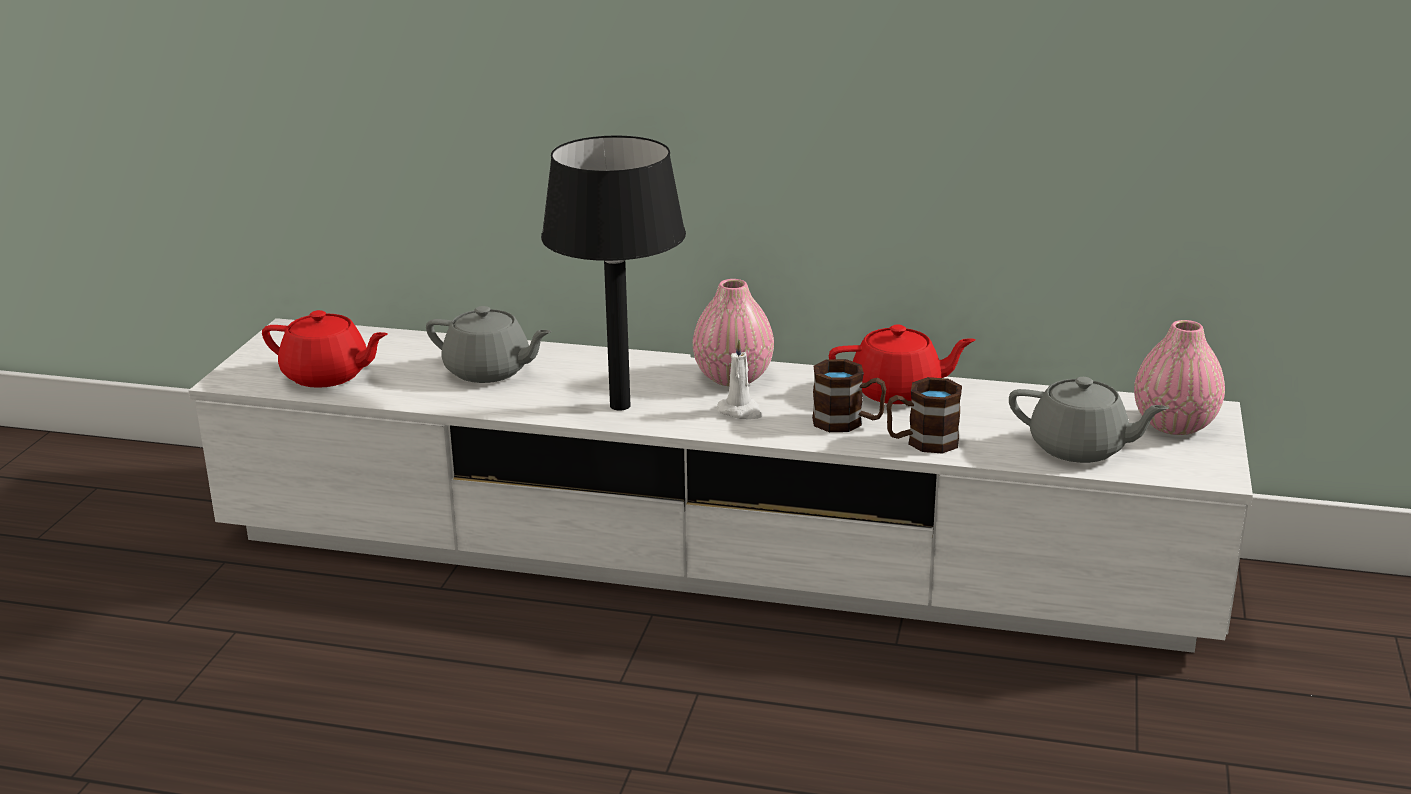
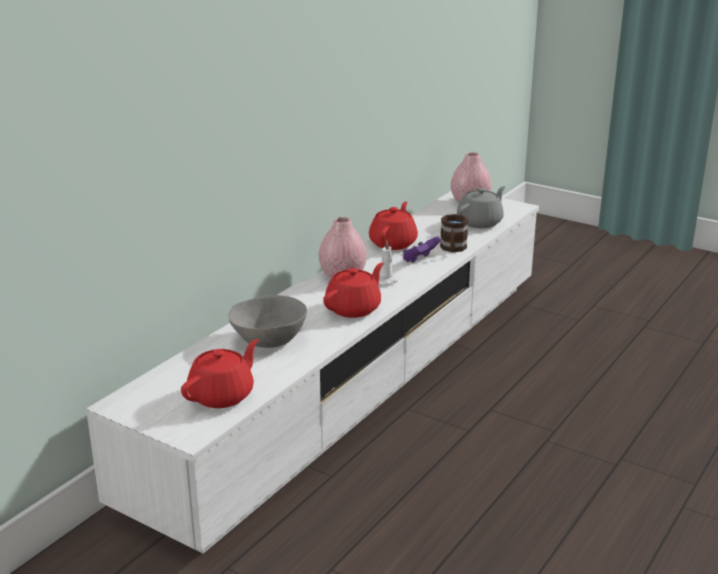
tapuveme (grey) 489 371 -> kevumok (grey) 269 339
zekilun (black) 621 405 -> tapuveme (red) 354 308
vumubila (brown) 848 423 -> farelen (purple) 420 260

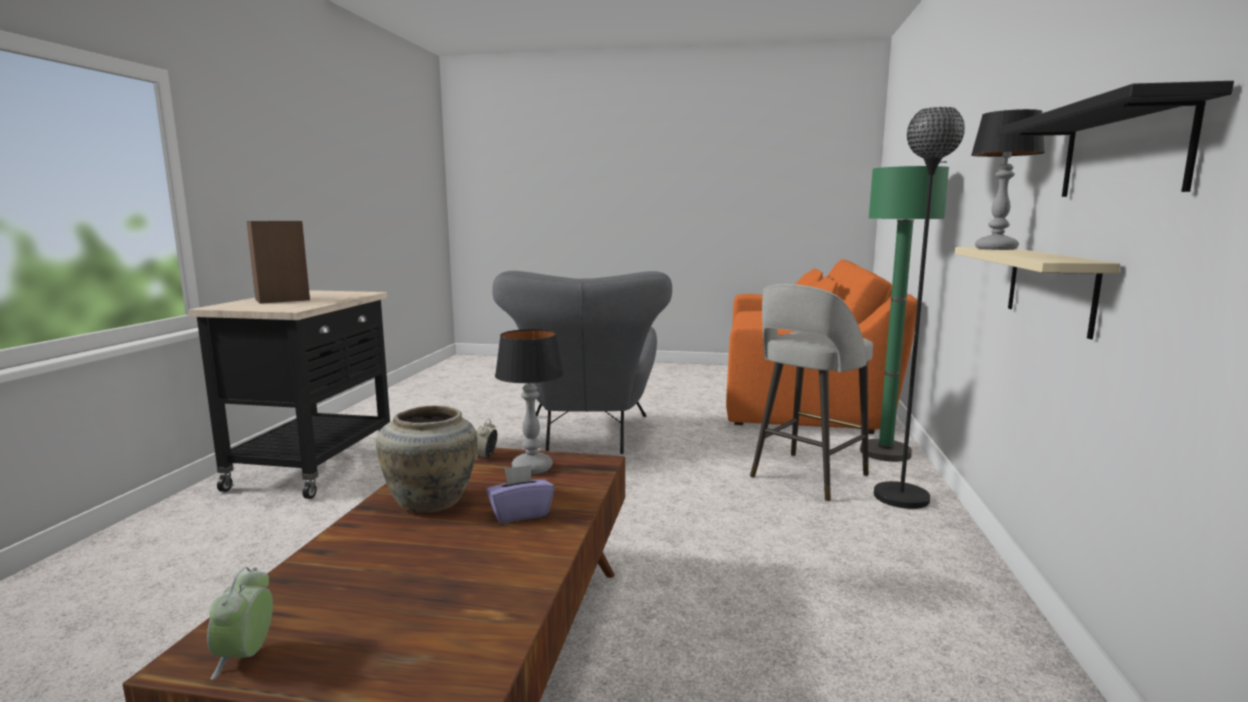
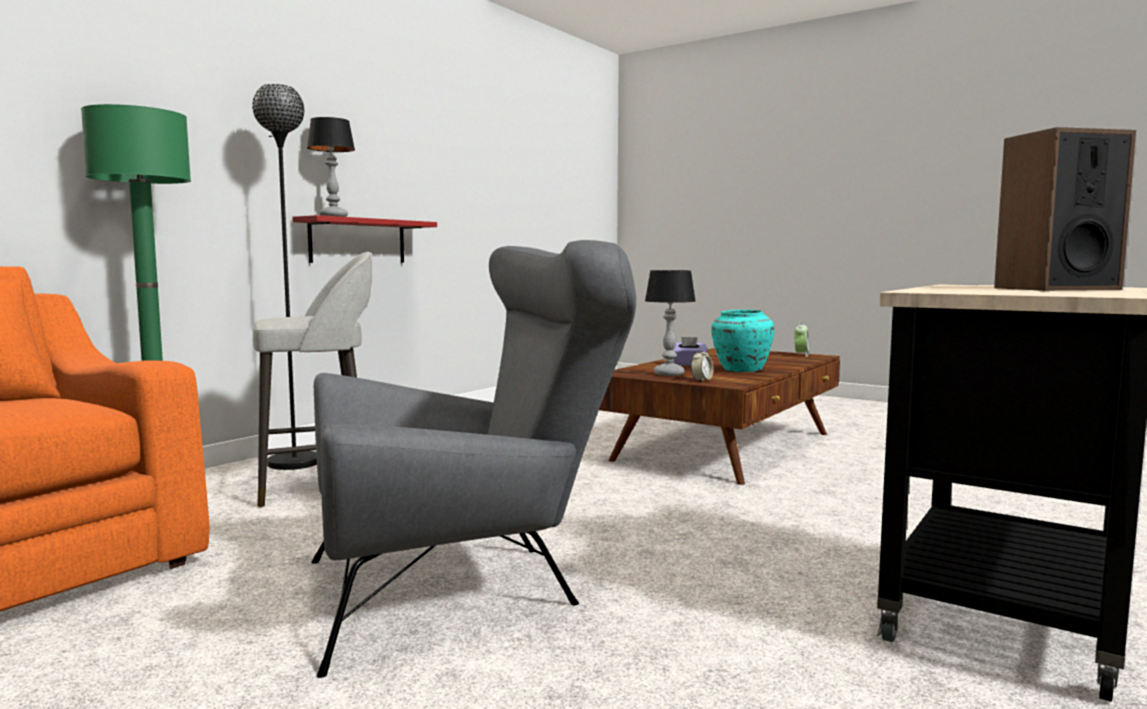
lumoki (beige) 1050 288 -> lumoki (red) 358 241
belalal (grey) 588 438 -> belalal (grey) 469 586, 45 degrees clockwise
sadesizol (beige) 432 502 -> sadesizol (turquoise) 740 370
lumoki (black) 1123 152 -> none

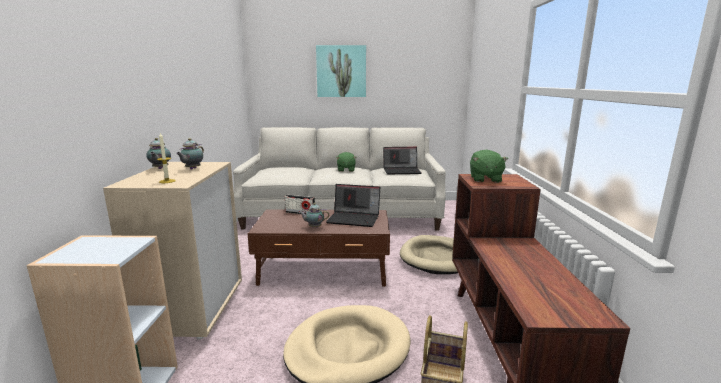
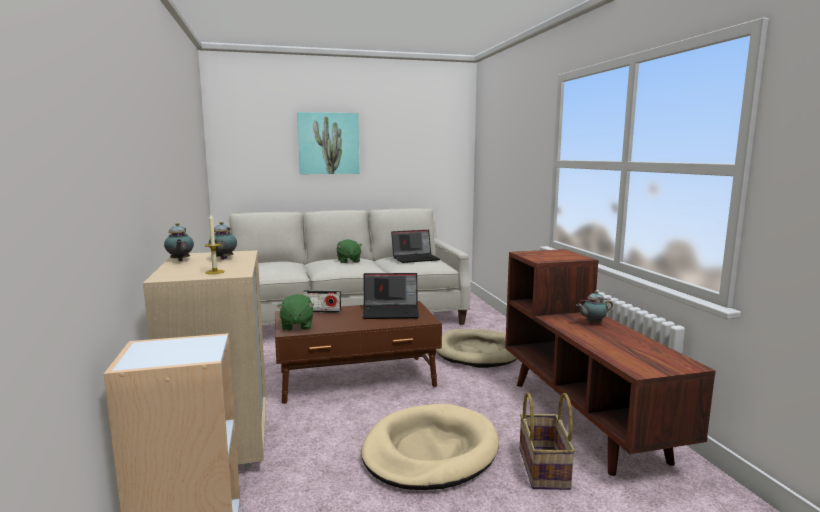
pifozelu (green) 485 179 -> pifozelu (green) 296 326, move
tapuveme 314 227 -> tapuveme 592 323, move

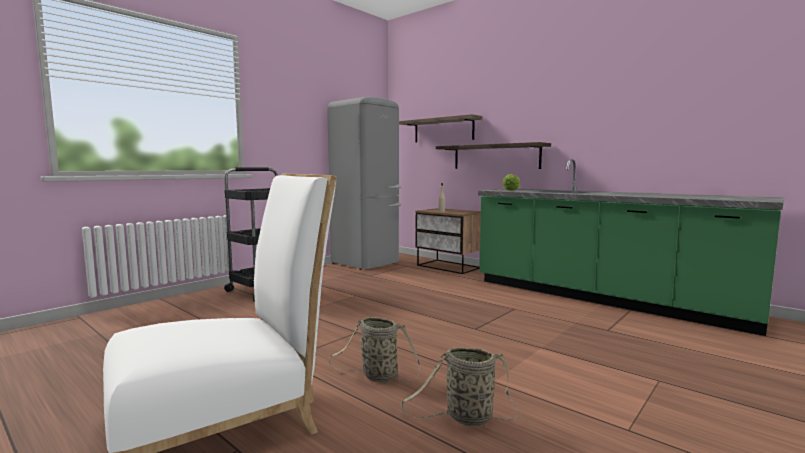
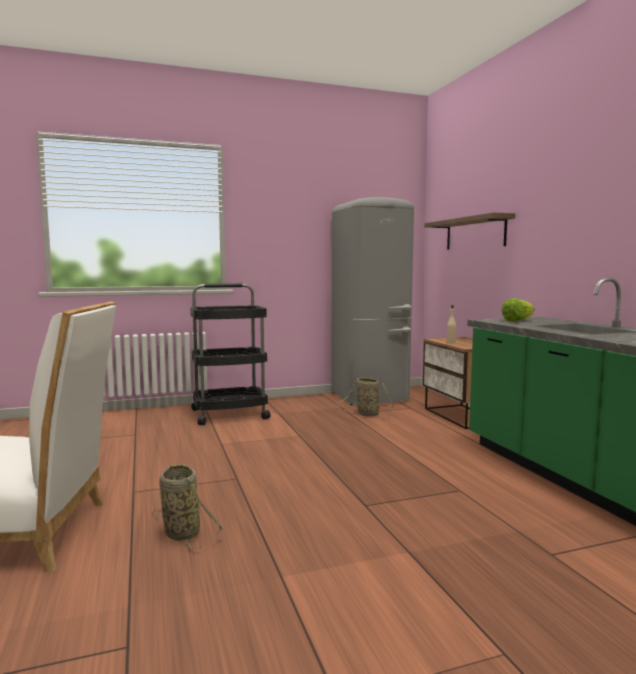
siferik 466 418 -> siferik 366 414, move
lumoki 495 157 -> none

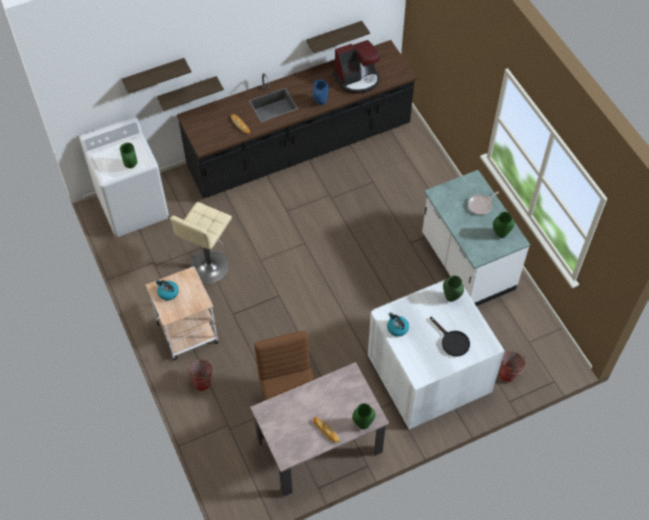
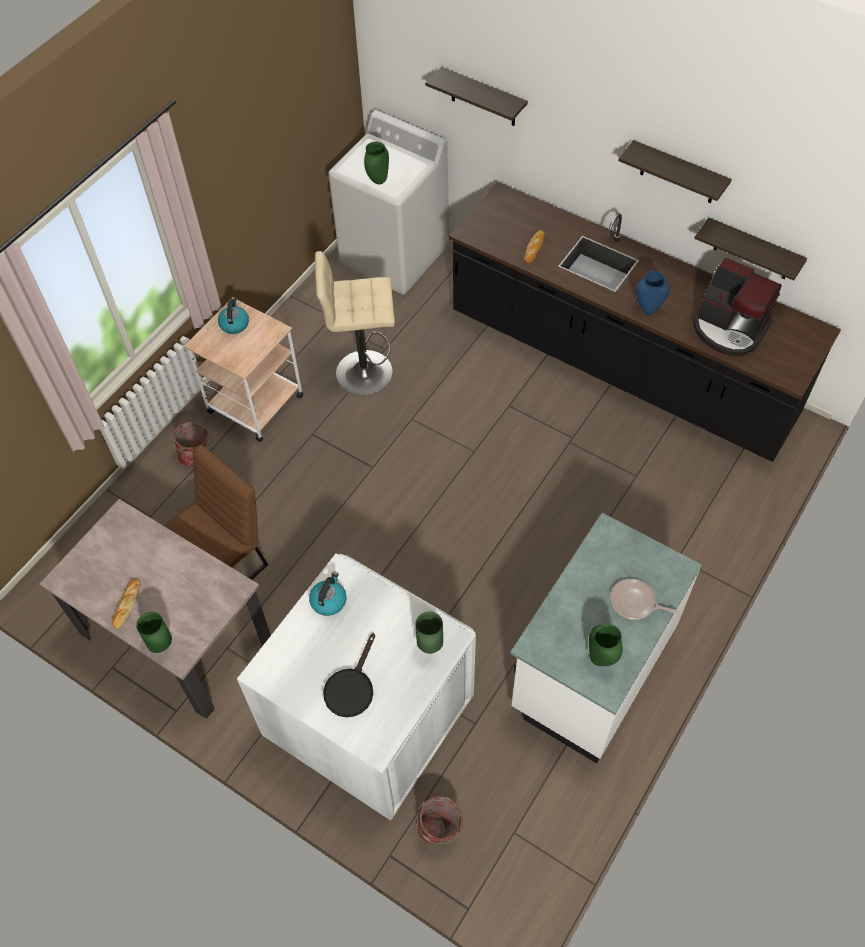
lumoki 188 93 -> lumoki 678 173, move

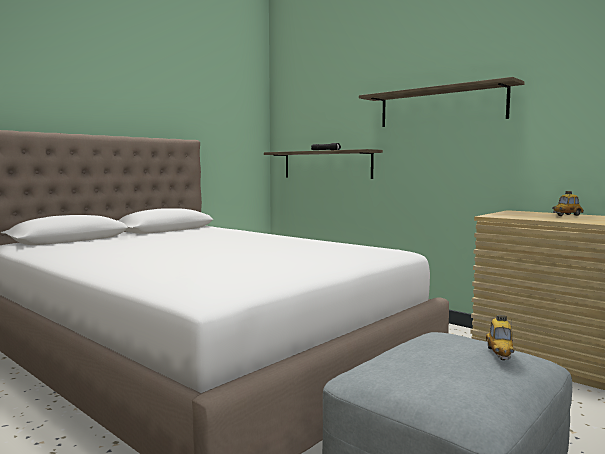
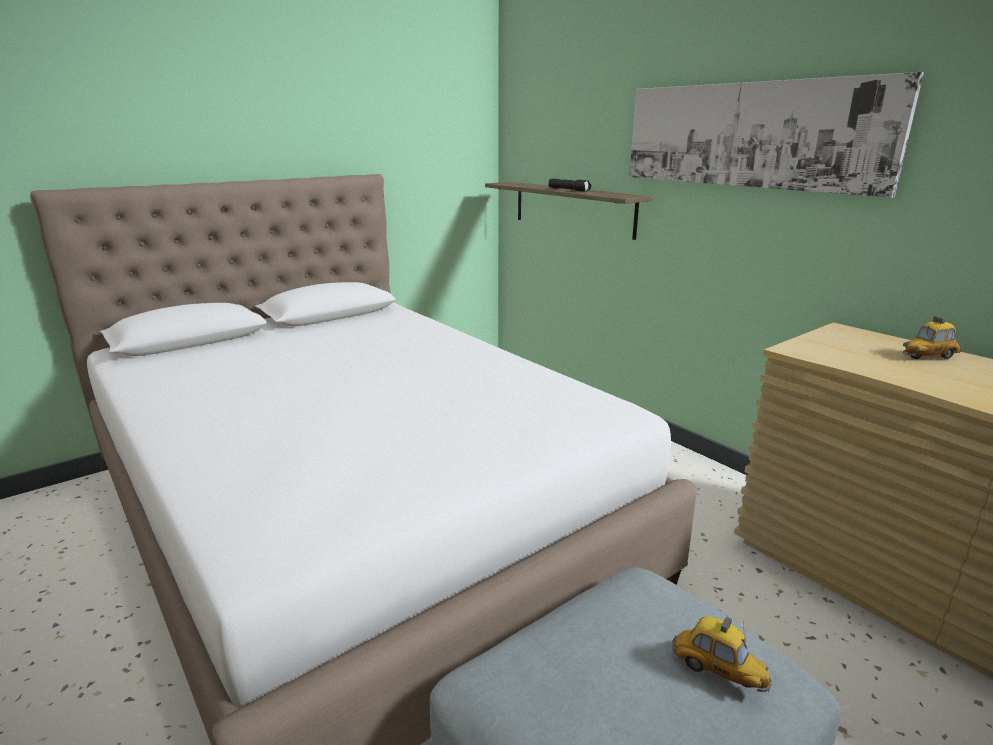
lumoki 440 107 -> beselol 749 135
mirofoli 499 353 -> mirofoli 718 671, 75 degrees counterclockwise

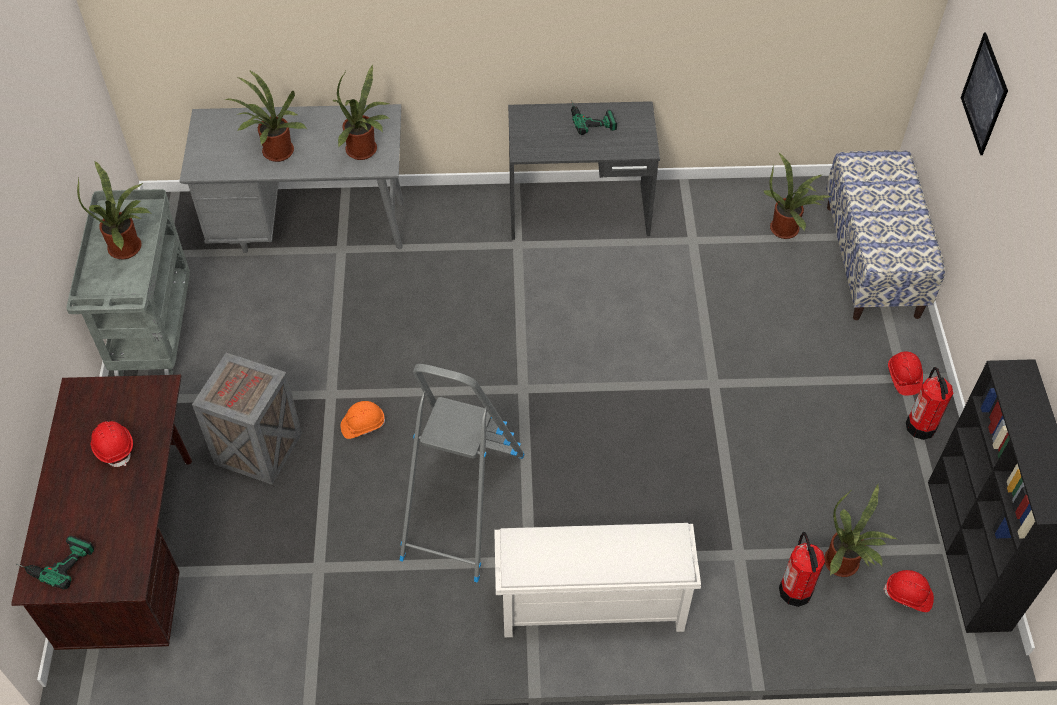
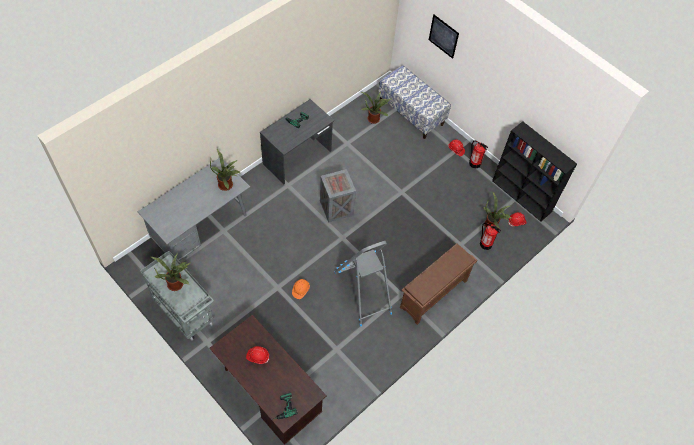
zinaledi 260 448 -> zinaledi 337 207, move
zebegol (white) 590 607 -> zebegol (brown) 433 295
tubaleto 275 154 -> none

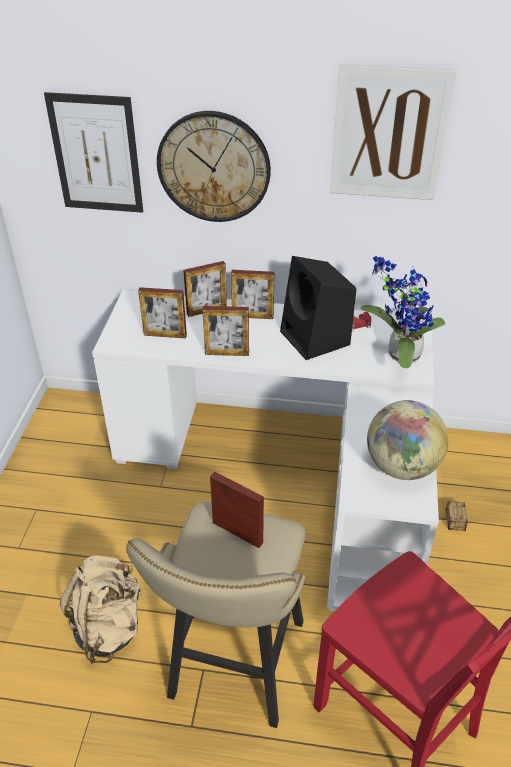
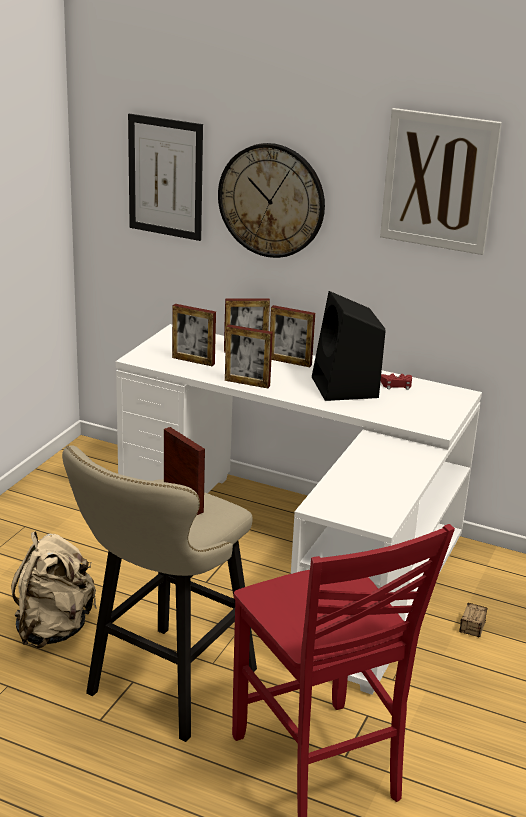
tubaleto 399 354 -> none
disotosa 401 466 -> none

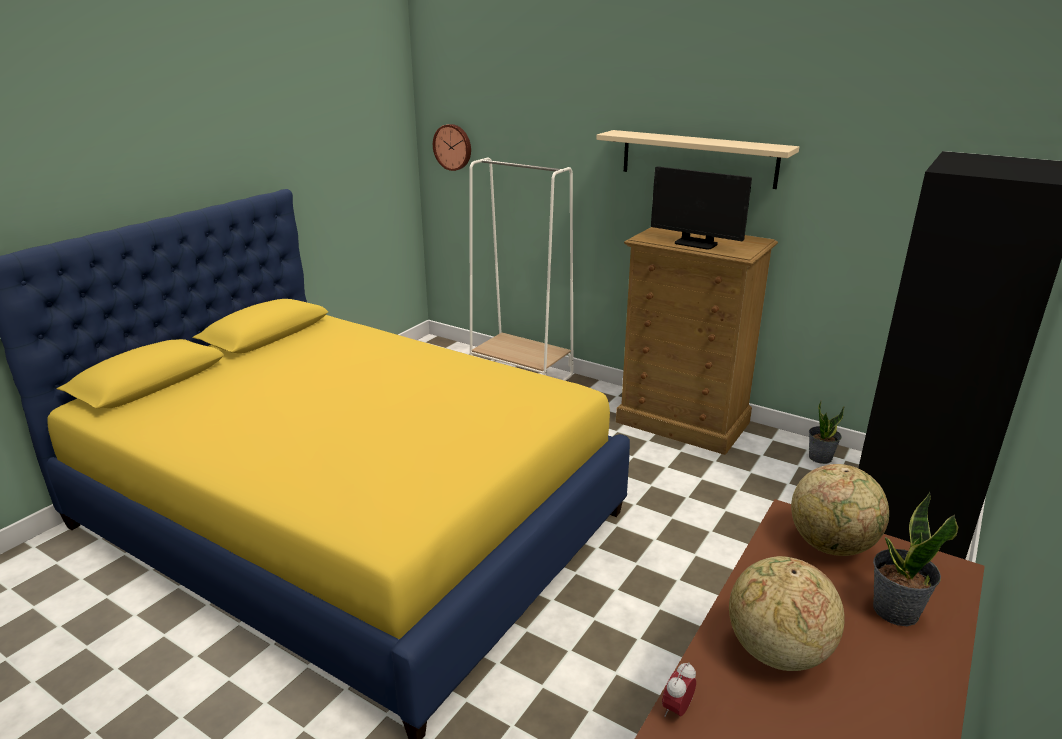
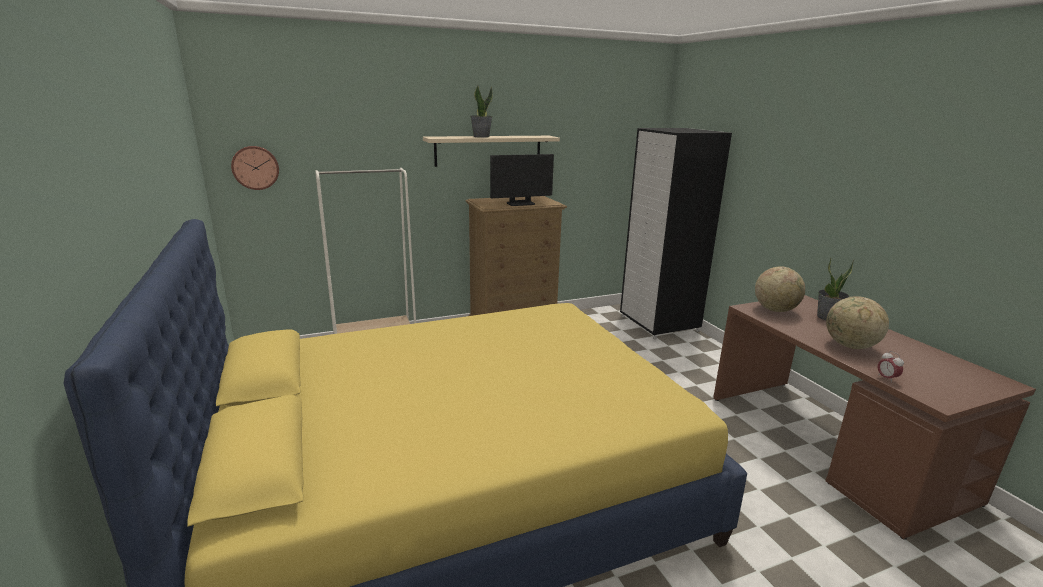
tubaleto 820 457 -> tubaleto 481 136, move

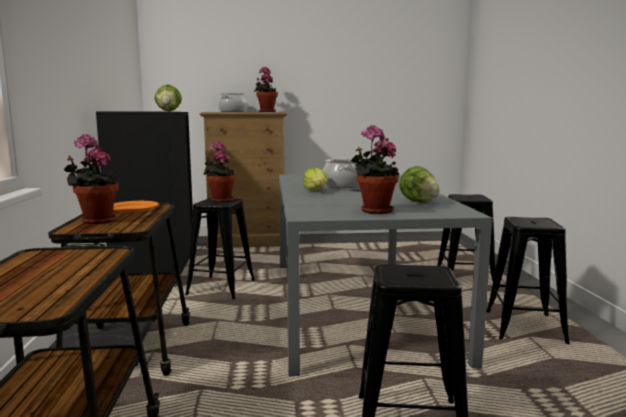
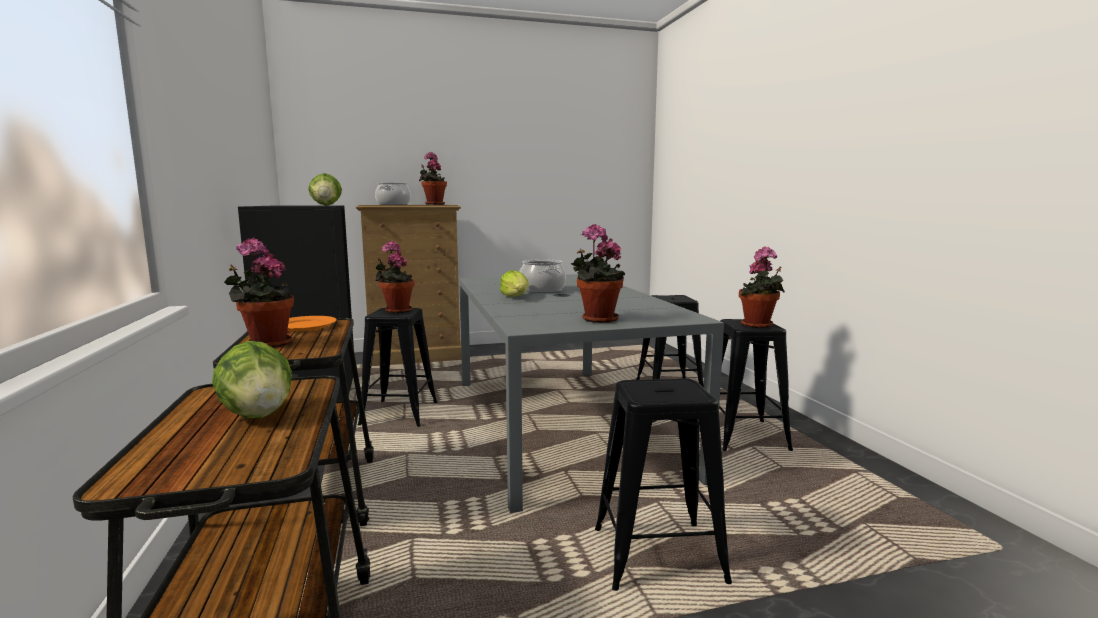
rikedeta 418 202 -> rikedeta 258 414, move
none -> tubaleto 758 326

